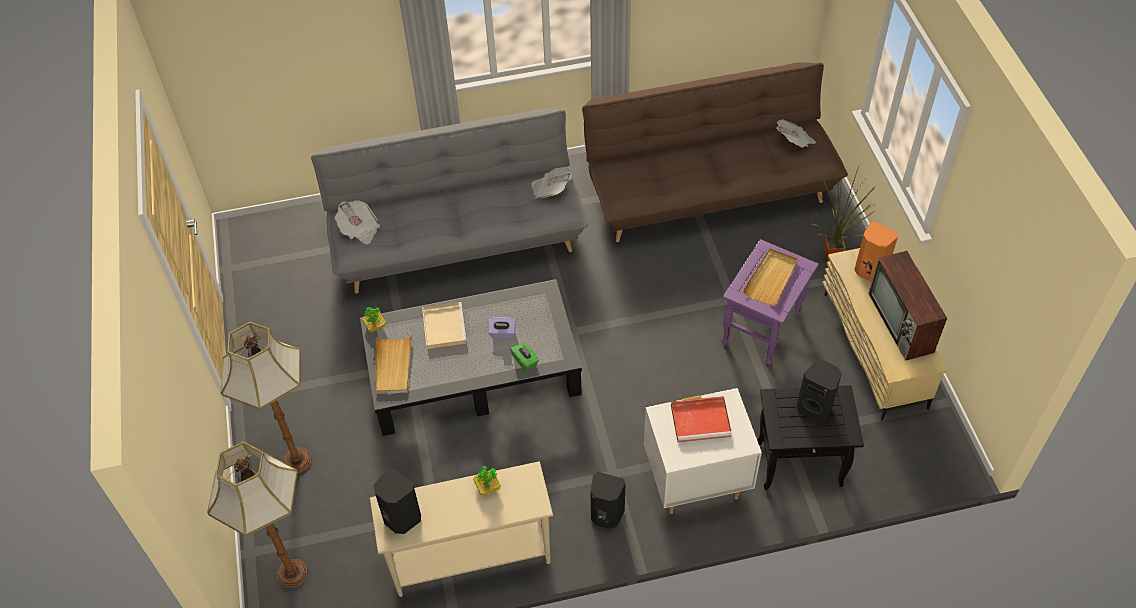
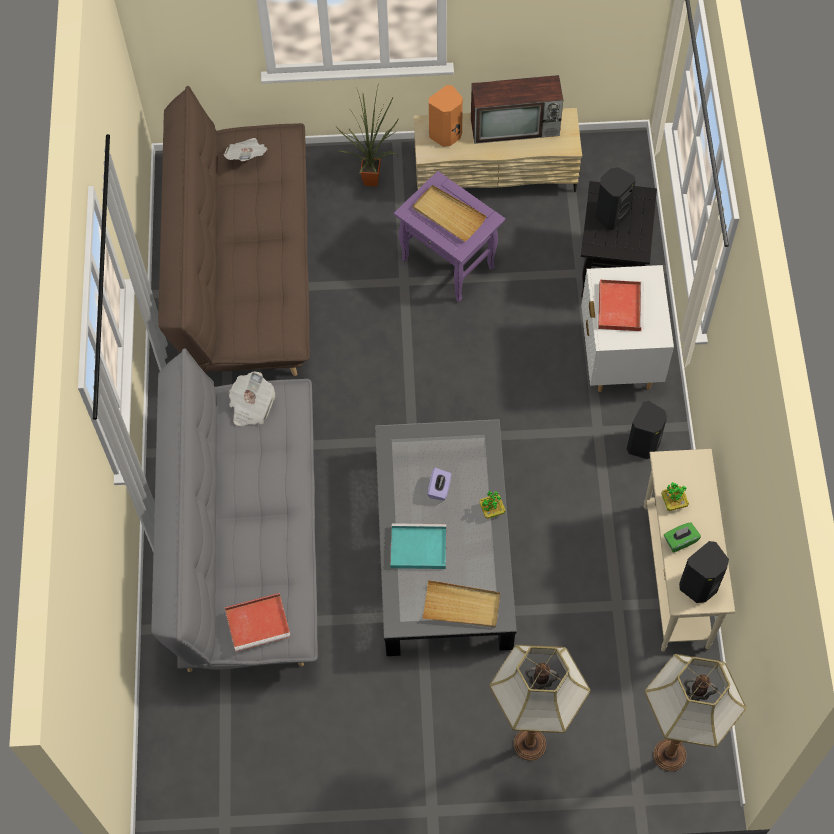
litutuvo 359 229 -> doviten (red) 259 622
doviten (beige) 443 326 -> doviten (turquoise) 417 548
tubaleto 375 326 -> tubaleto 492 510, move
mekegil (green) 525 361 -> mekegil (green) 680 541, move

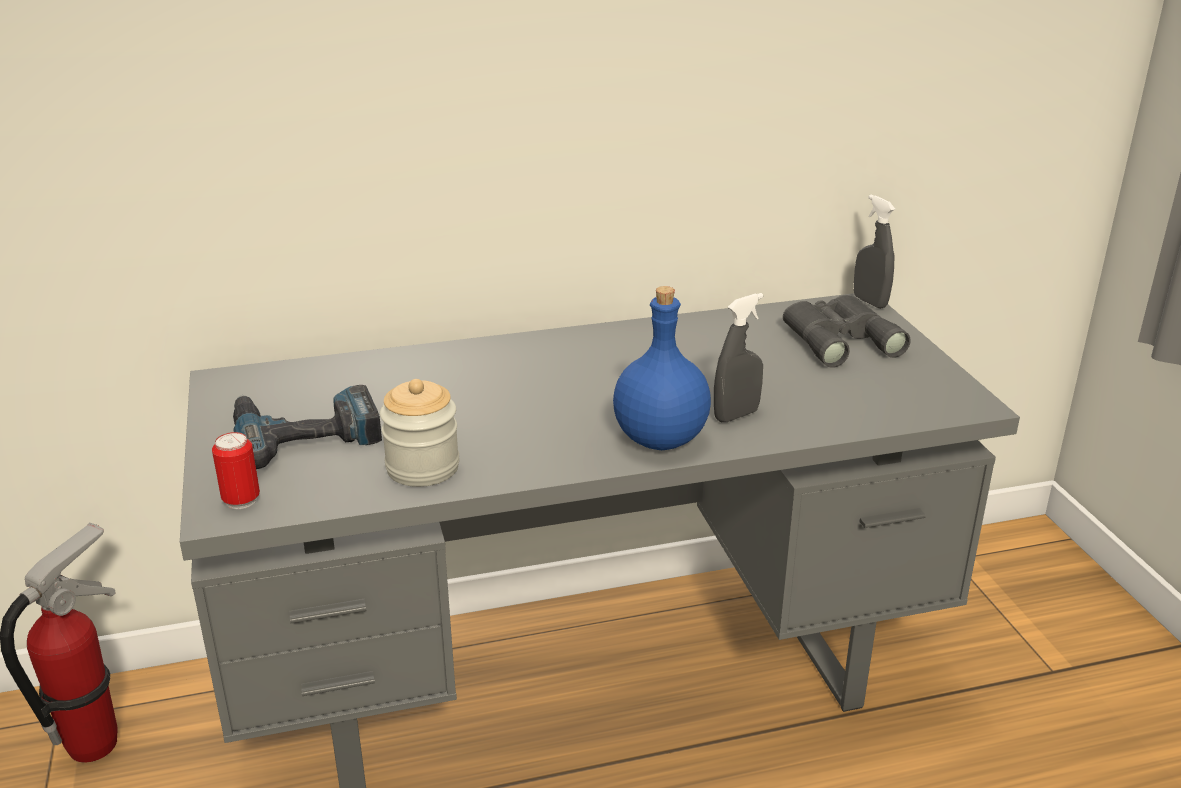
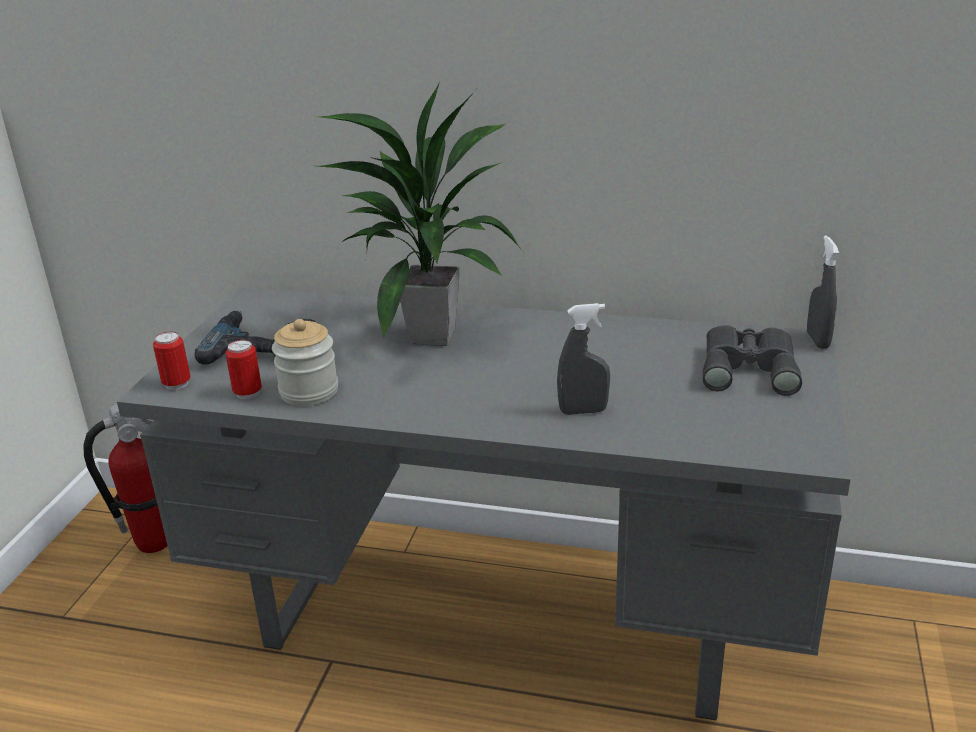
none -> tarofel 248 393
none -> tubaleto 430 335
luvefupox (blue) 658 439 -> none

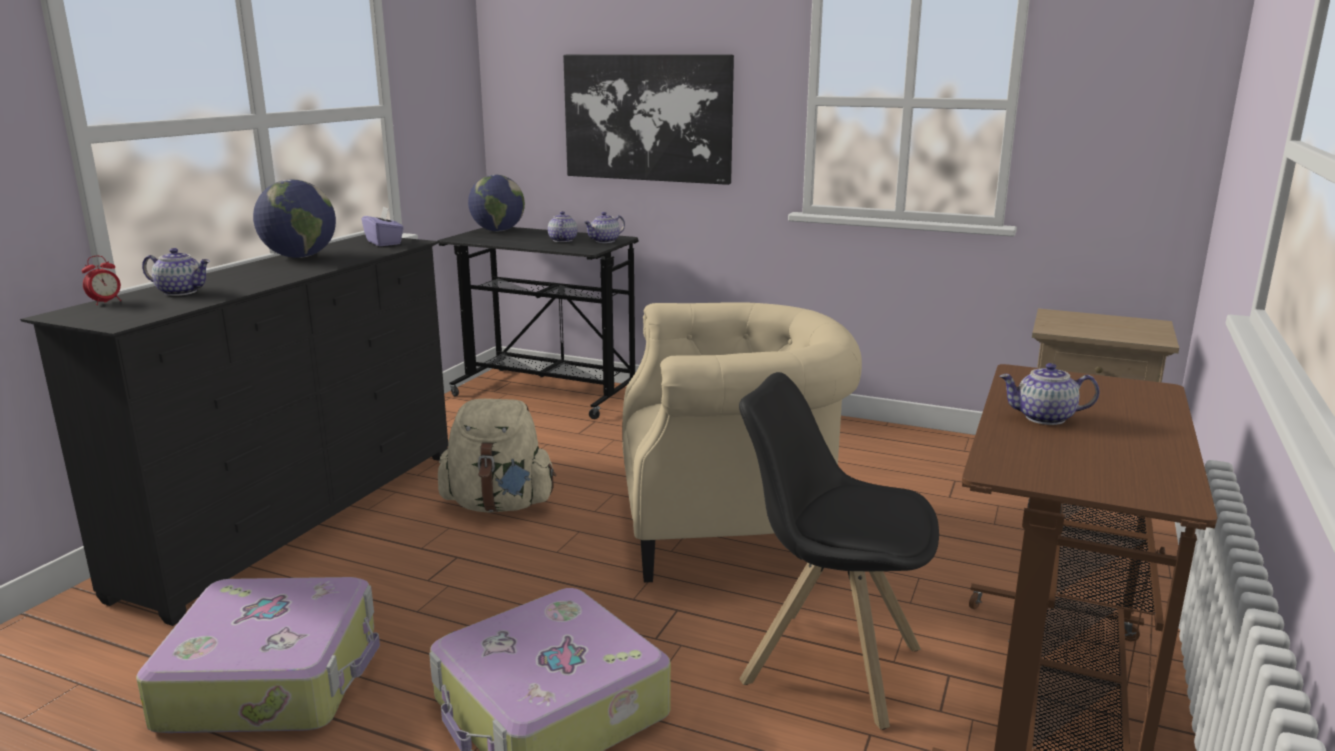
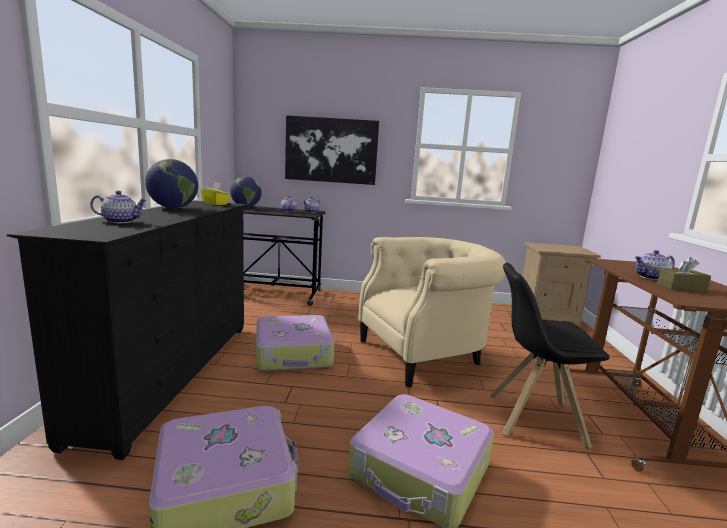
mekegil (purple) 384 243 -> mekegil (yellow) 215 204
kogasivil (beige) 499 505 -> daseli 294 354
none -> mekegil (brown) 681 287
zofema 106 302 -> none

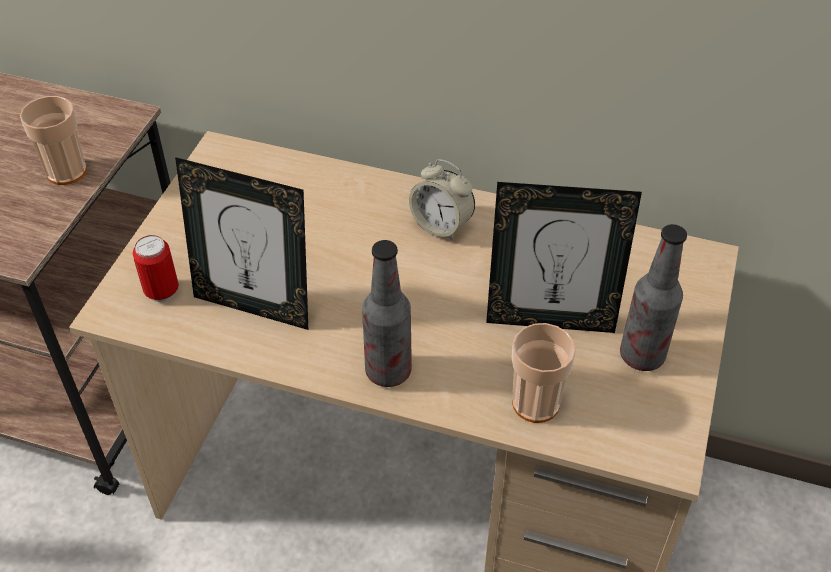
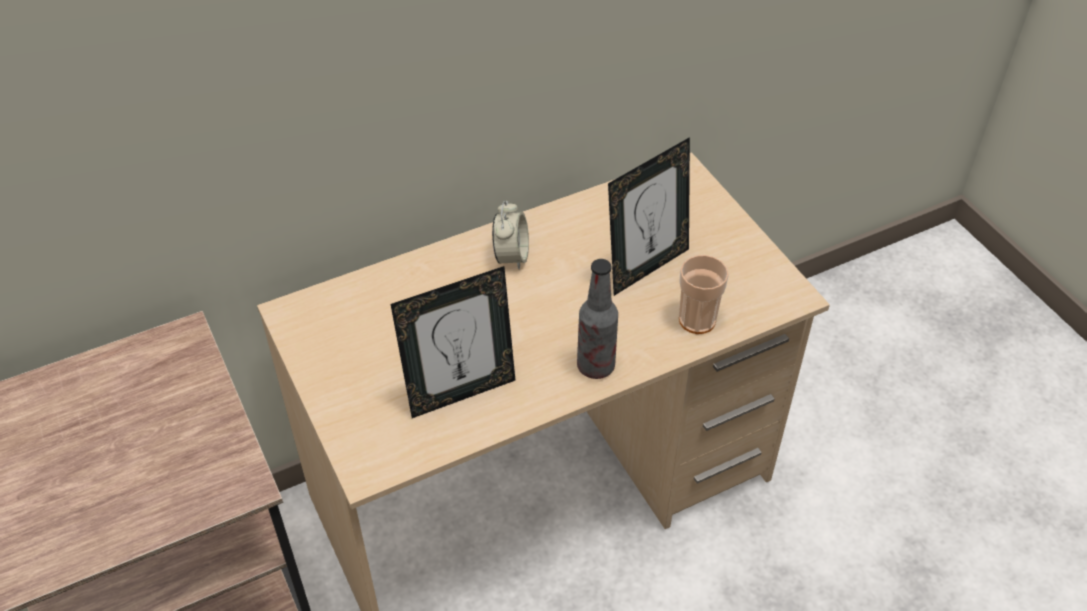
zofema 441 225 -> zofema 511 256, 75 degrees counterclockwise
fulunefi 66 171 -> none
tarofel 162 291 -> none
luvefupox 642 356 -> none

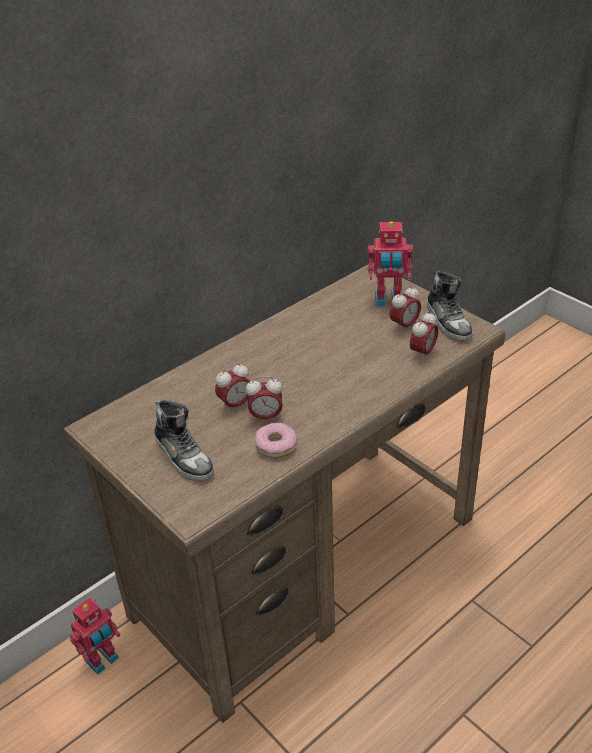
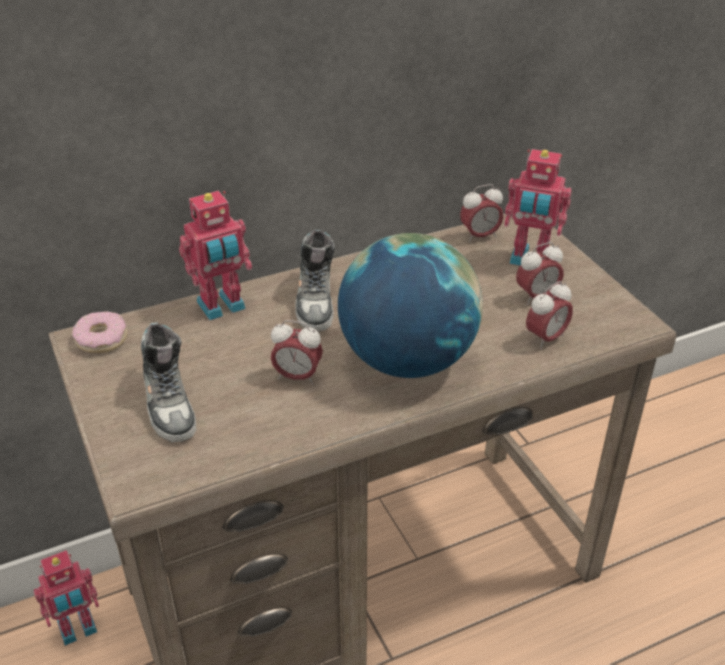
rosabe 276 445 -> rosabe 102 339, move
none -> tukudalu 222 307
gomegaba 448 321 -> gomegaba 316 301, move
none -> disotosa 407 360
zofema 235 404 -> zofema 479 236, move

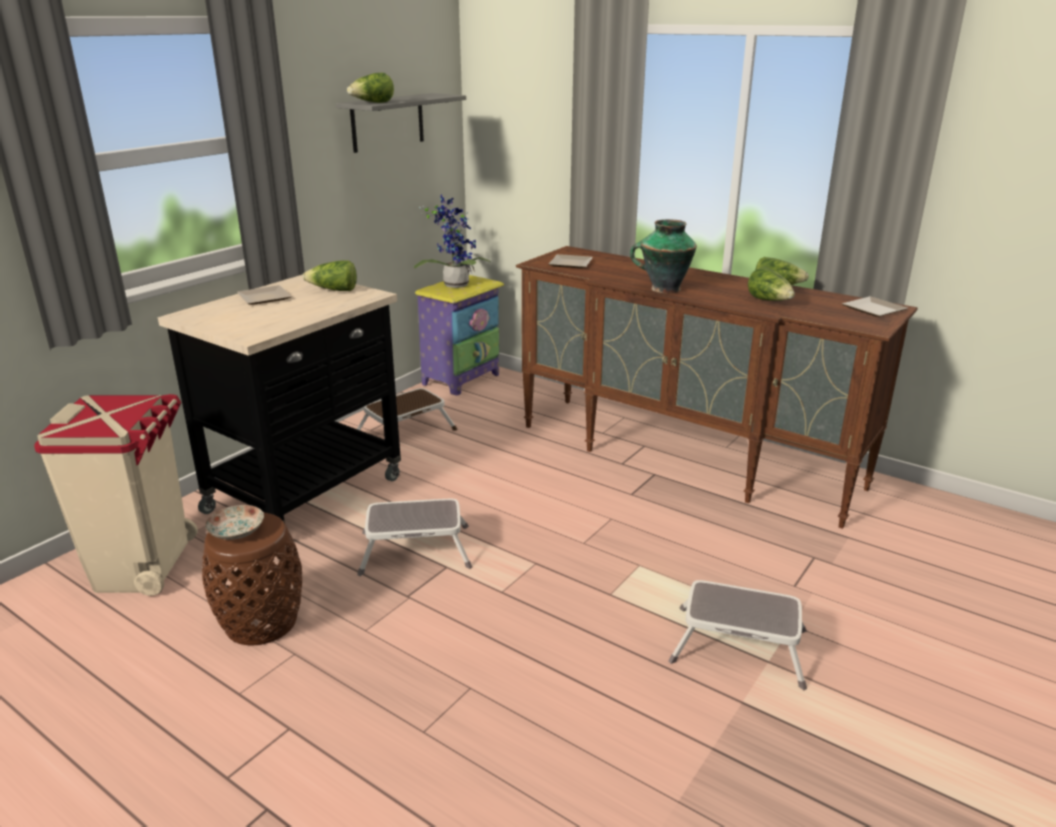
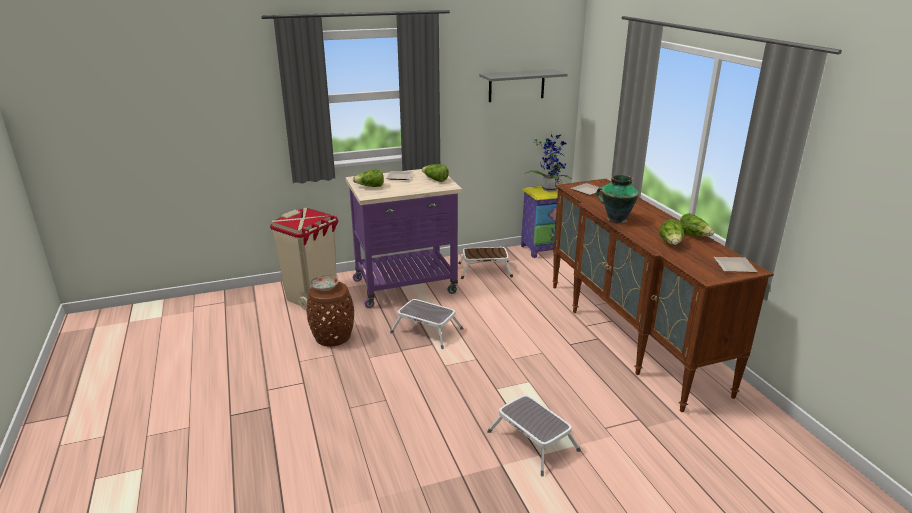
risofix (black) 305 494 -> risofix (purple) 405 286
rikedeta 372 103 -> rikedeta 370 187, move

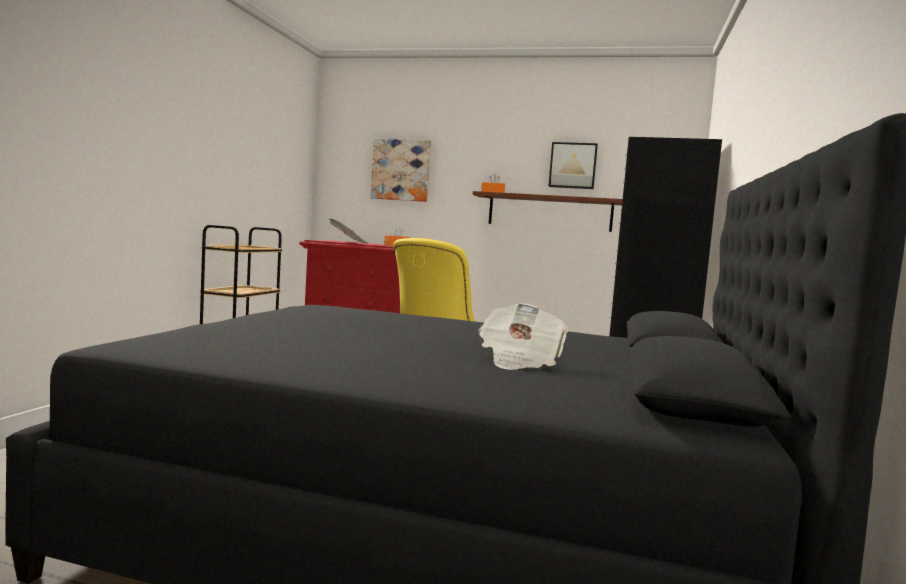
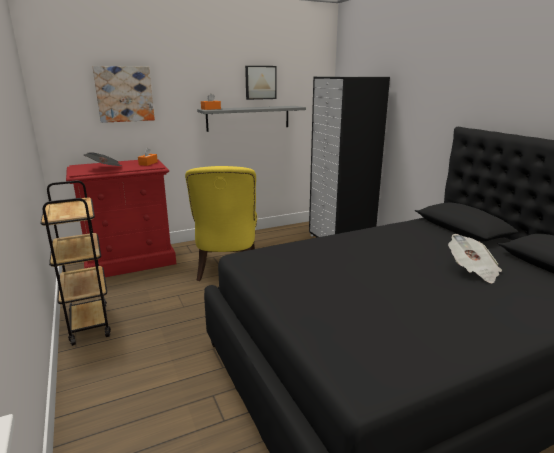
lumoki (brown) 549 212 -> lumoki (grey) 248 118

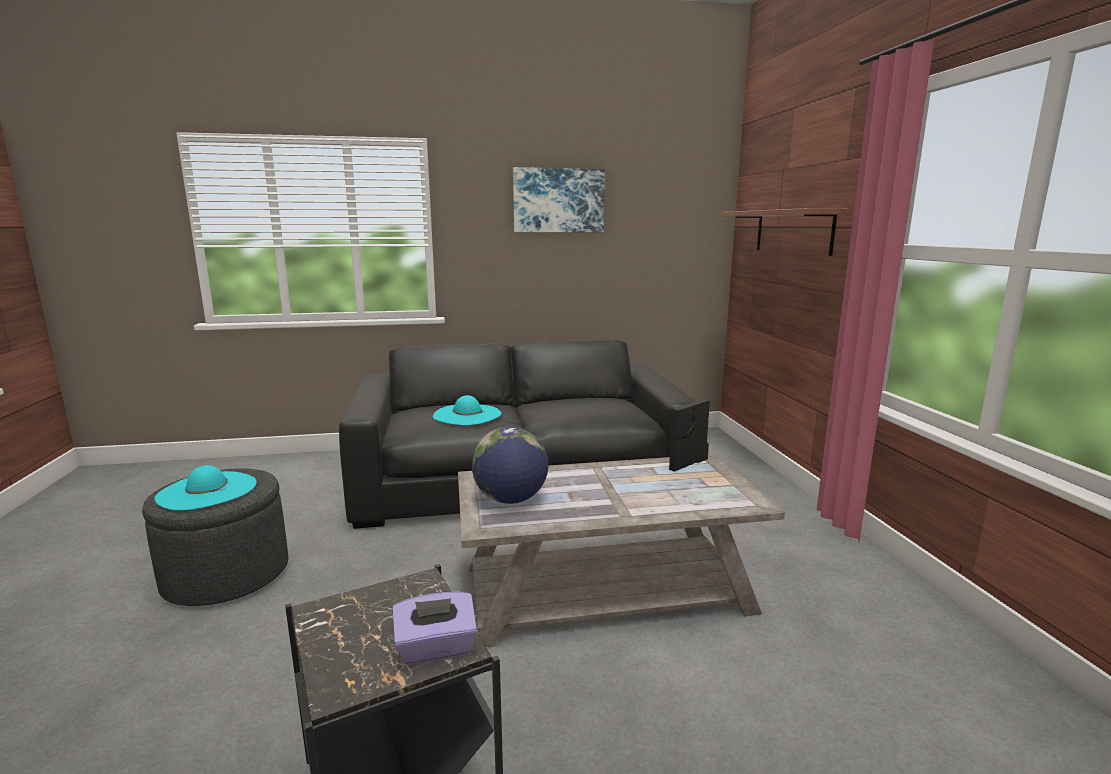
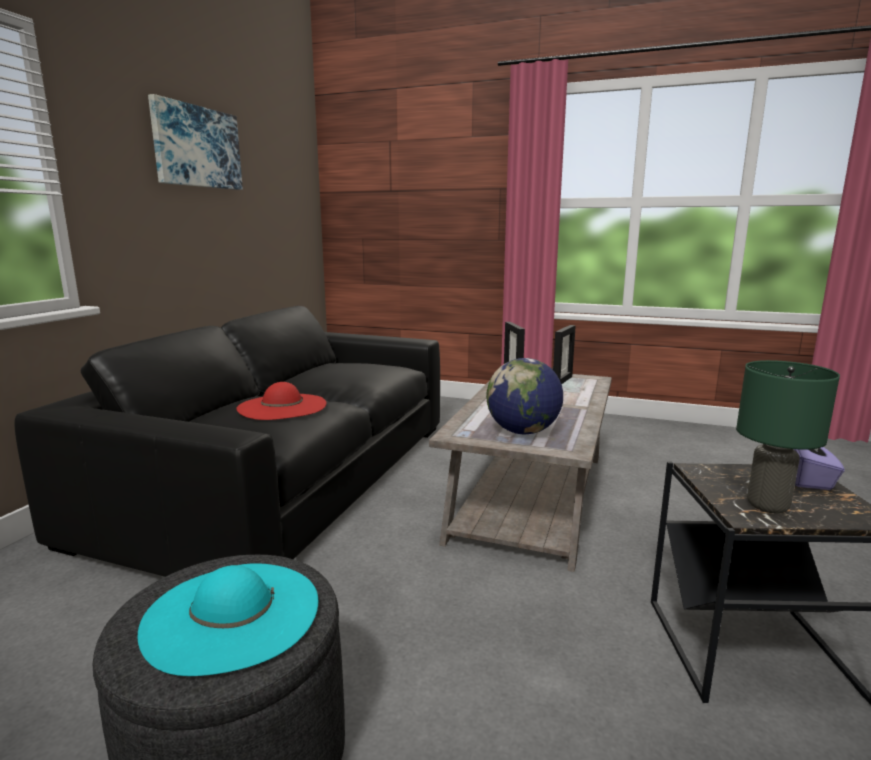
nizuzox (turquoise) 467 414 -> nizuzox (red) 282 406
none -> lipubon 561 381
none -> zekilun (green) 770 506
lumoki 793 231 -> none

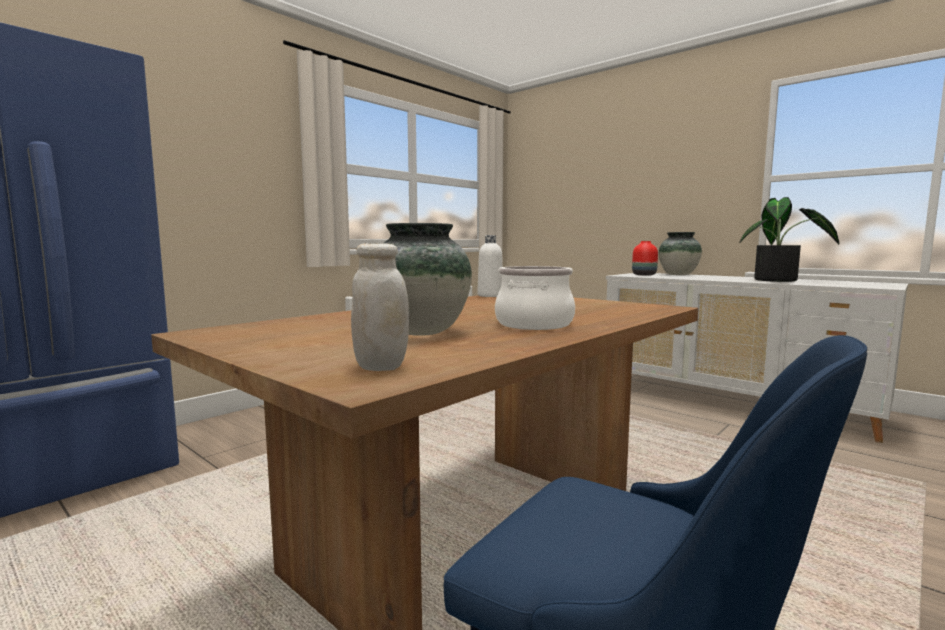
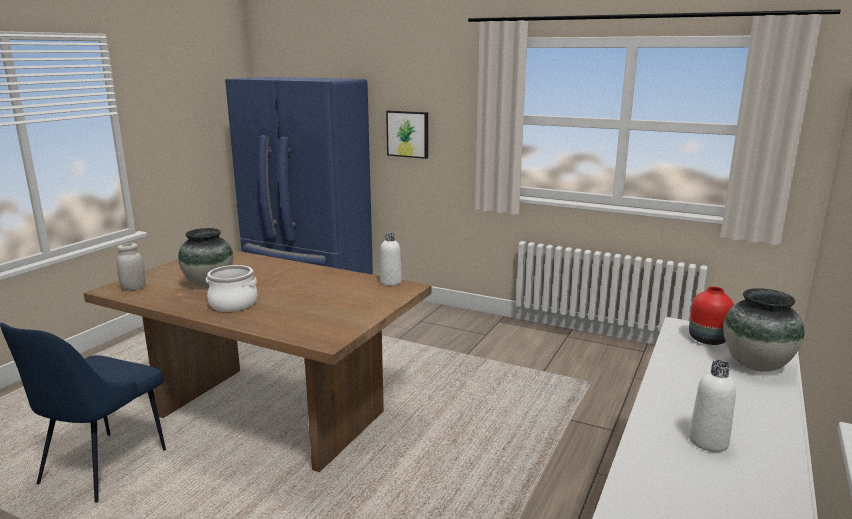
none -> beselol 408 134
tubaleto 780 280 -> luvefupox (white) 708 441

